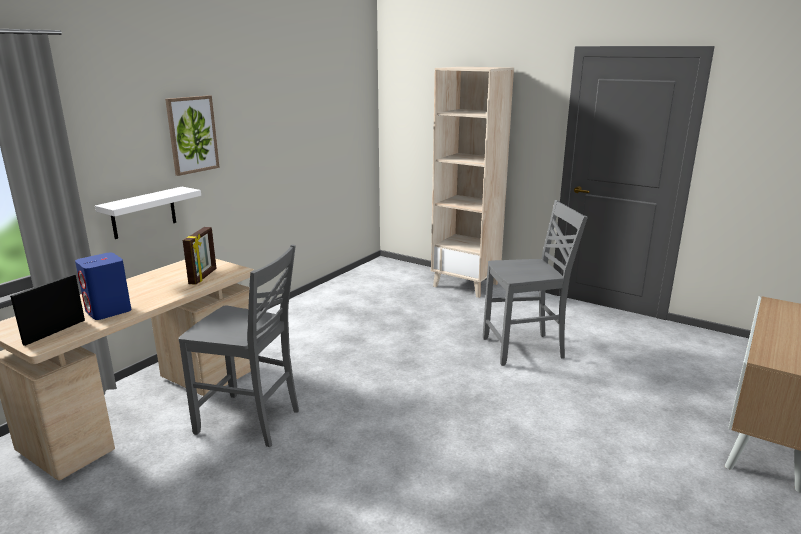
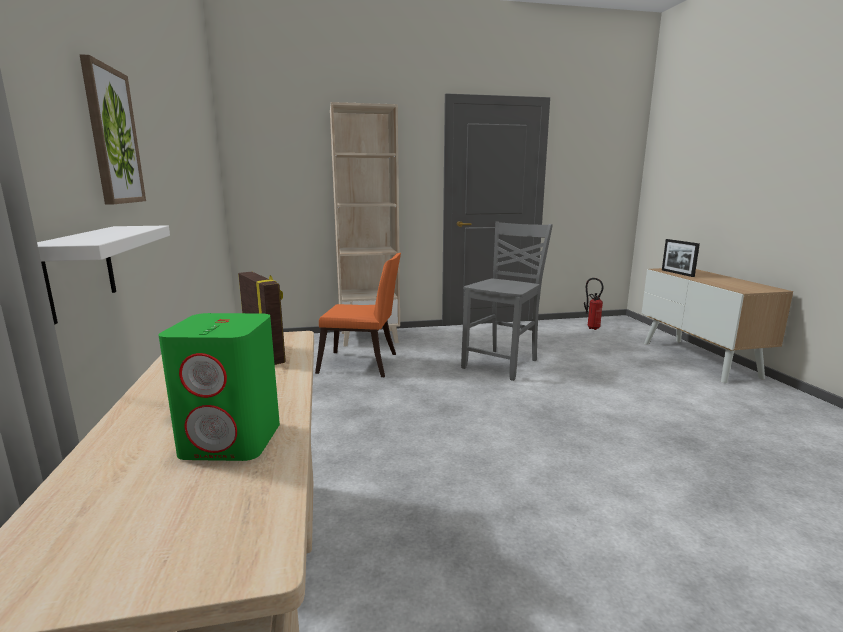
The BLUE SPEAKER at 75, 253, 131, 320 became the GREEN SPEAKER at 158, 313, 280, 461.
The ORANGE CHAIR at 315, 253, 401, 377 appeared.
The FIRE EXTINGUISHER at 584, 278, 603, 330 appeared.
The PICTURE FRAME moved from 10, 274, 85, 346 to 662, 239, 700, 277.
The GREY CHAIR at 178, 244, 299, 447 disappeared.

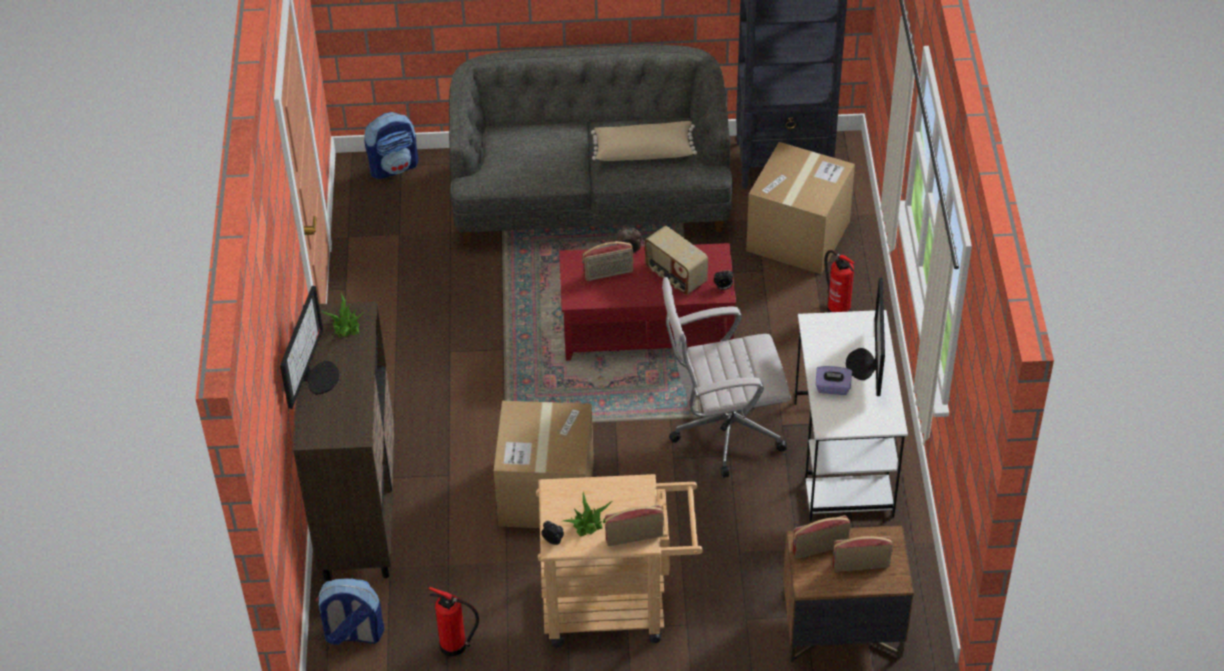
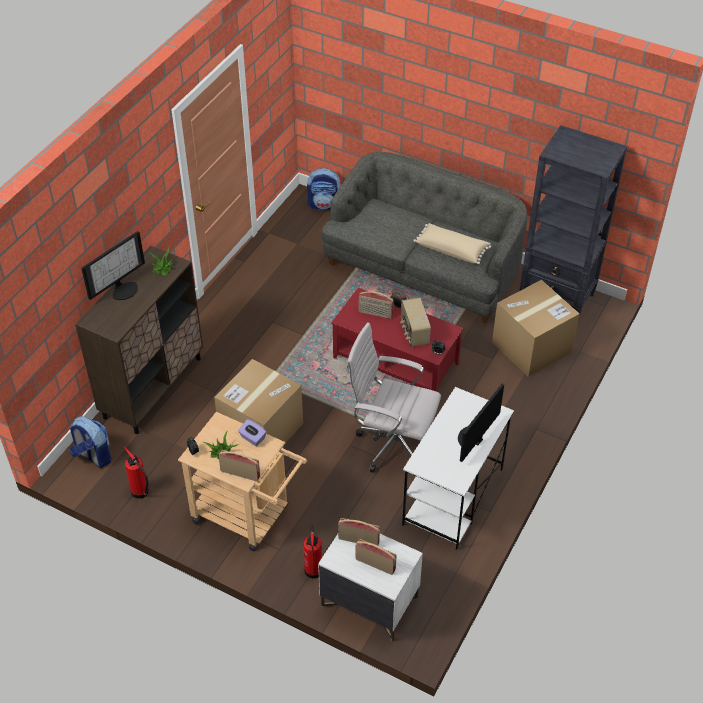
The PURPLE TISSUE BOX moved from 816, 366, 852, 395 to 238, 419, 267, 446.
The FIRE EXTINGUISHER moved from 824, 250, 855, 312 to 303, 525, 322, 578.
The BROWN NIGHTSTAND at 782, 525, 914, 663 became the WHITE NIGHTSTAND at 318, 534, 423, 641.

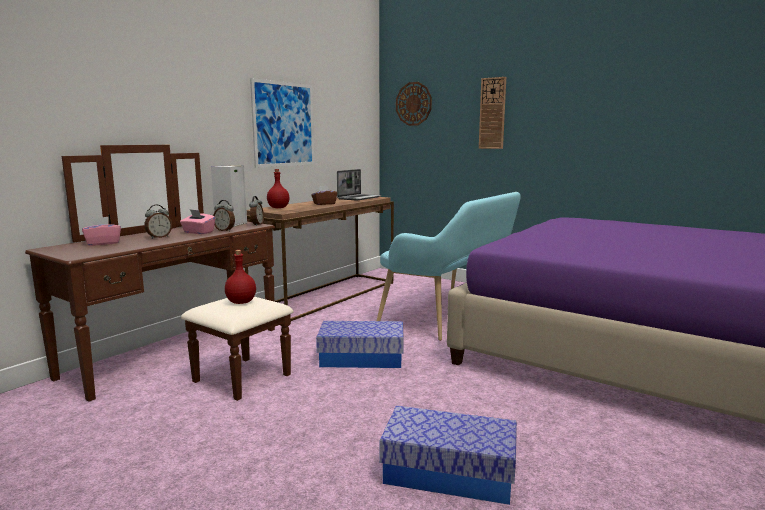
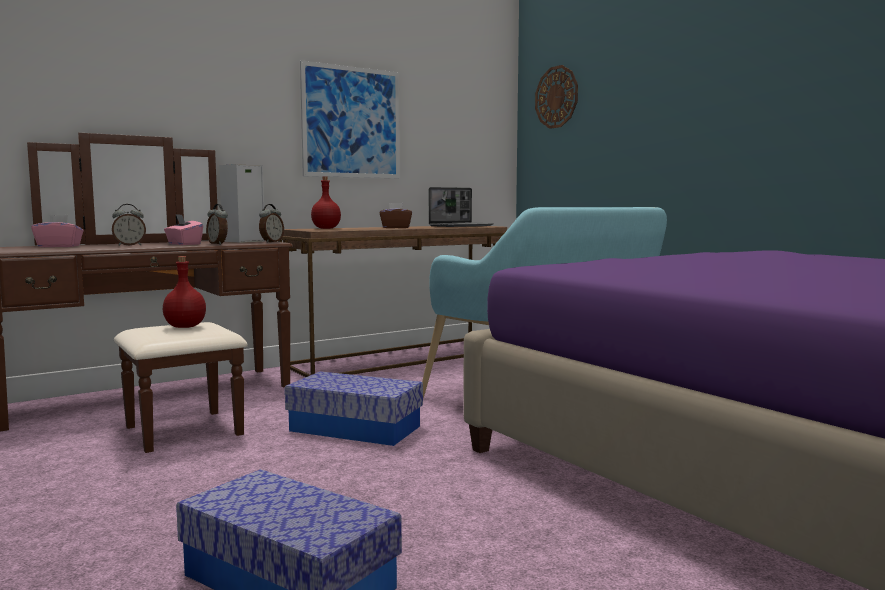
The WALL CLOCK at 479, 77, 506, 149 disappeared.

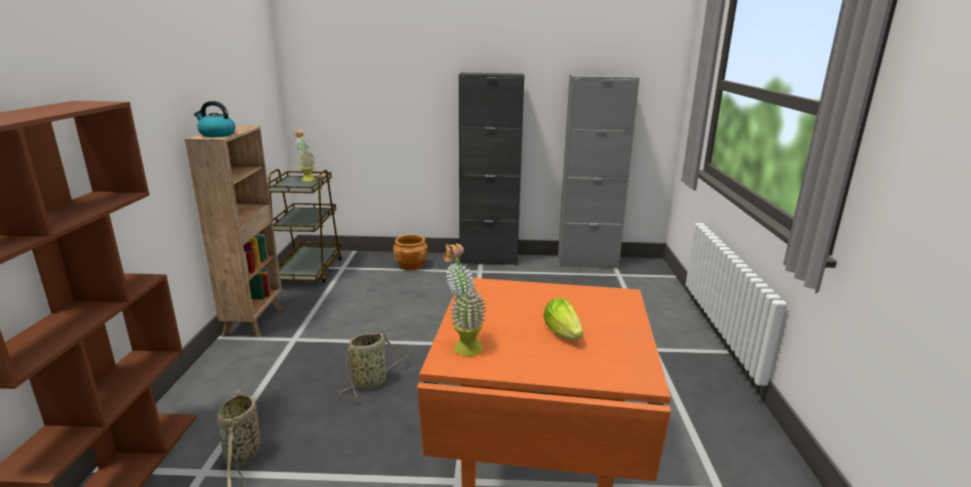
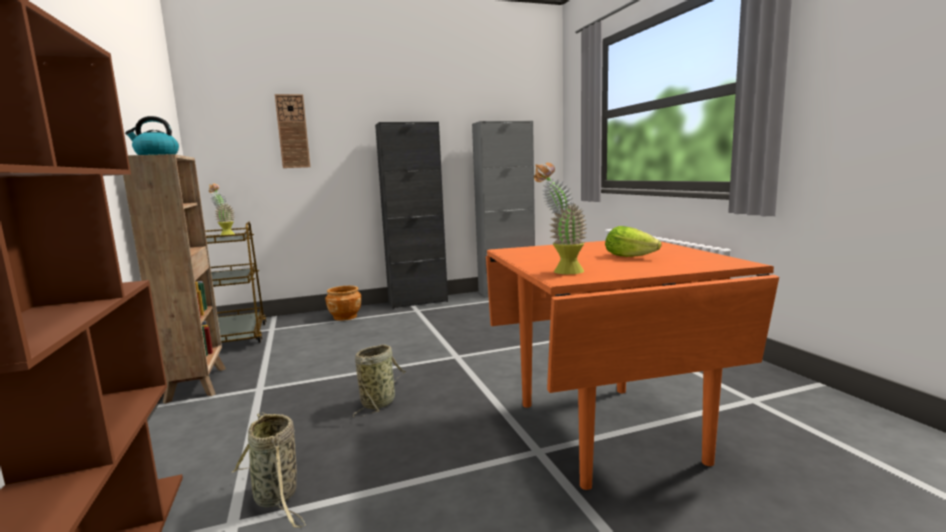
The WALL CLOCK at 275, 94, 310, 168 appeared.

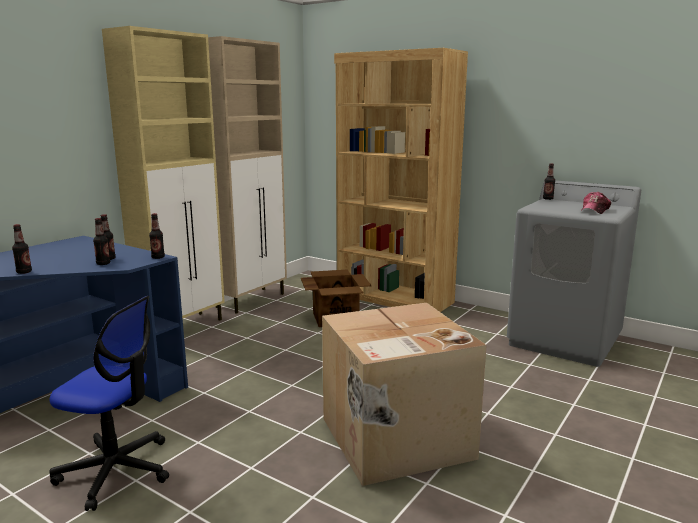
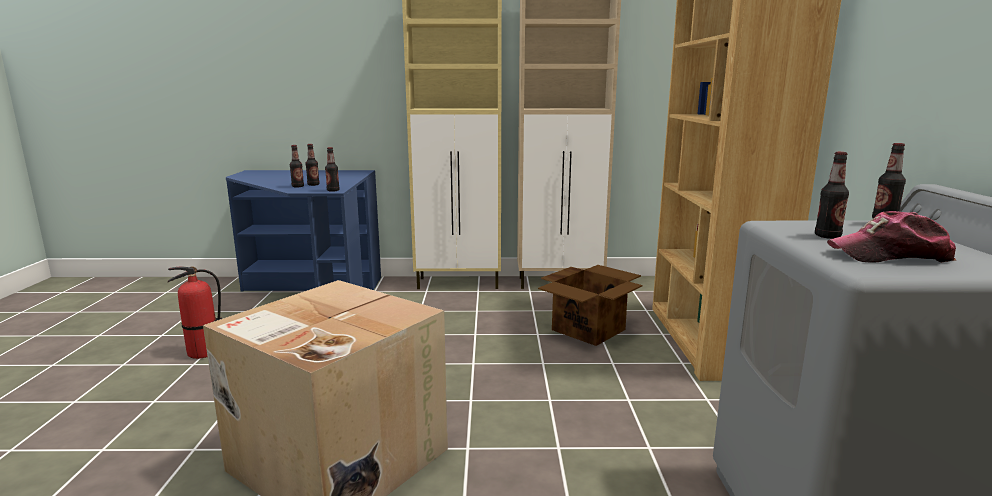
The OFFICE CHAIR at 50, 296, 169, 511 was replaced by the FIRE EXTINGUISHER at 168, 266, 222, 359.
The BOTTLE moved from 12, 224, 32, 274 to 815, 152, 849, 239.

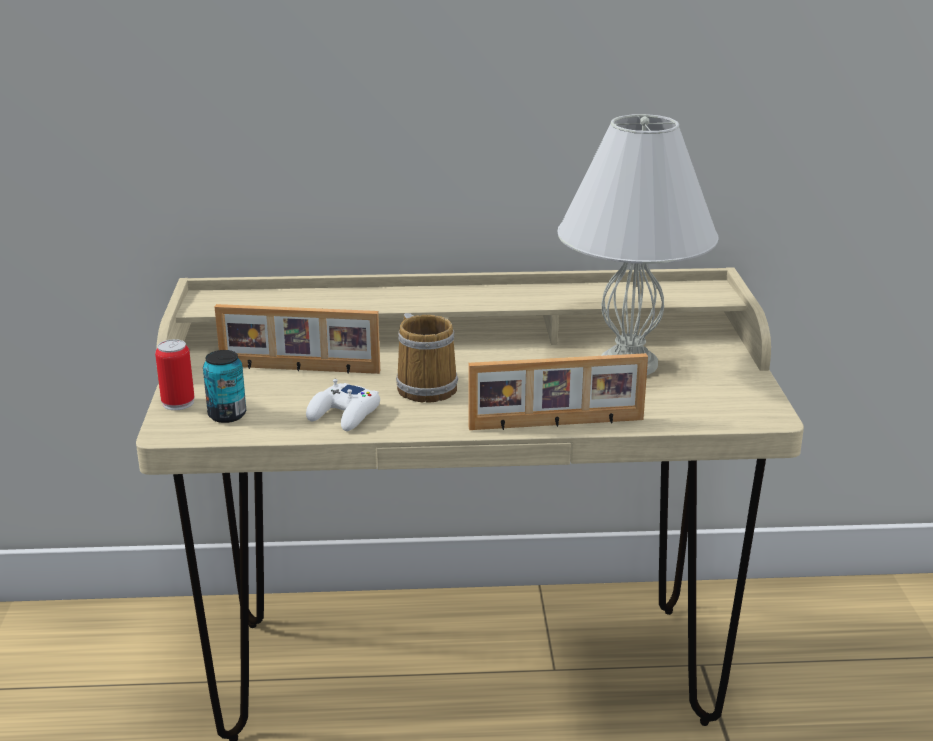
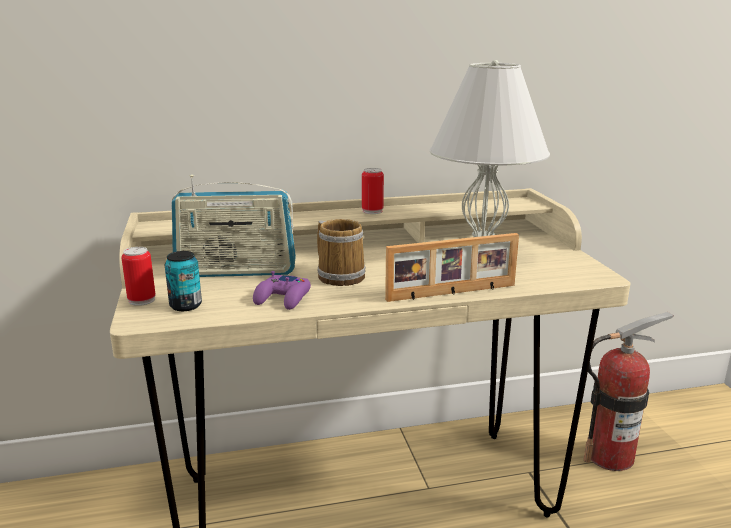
The PICTURE FRAME at 215, 304, 380, 374 was replaced by the RADIO at 171, 174, 296, 277.
The WHITE GAME CONTROLLER at 306, 379, 380, 431 became the PURPLE GAME CONTROLLER at 253, 271, 311, 310.
The CAN at 362, 168, 384, 214 appeared.
The FIRE EXTINGUISHER at 584, 312, 674, 471 appeared.

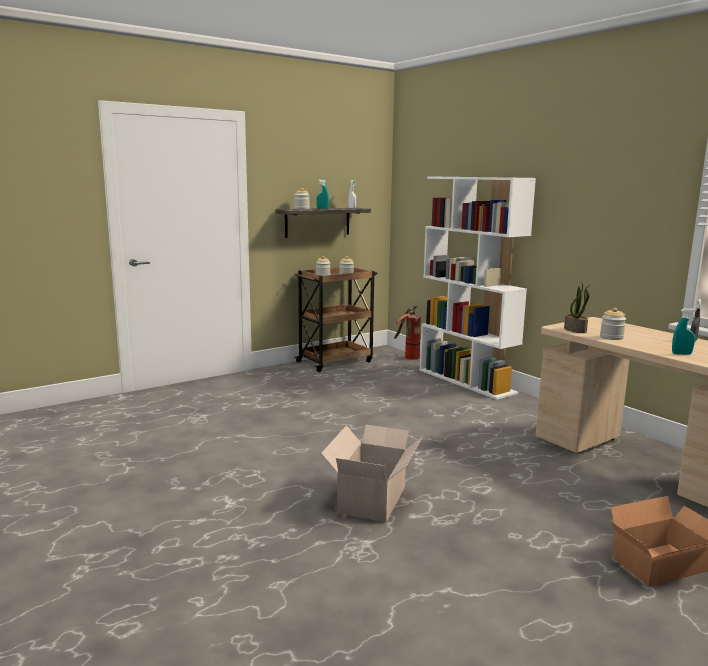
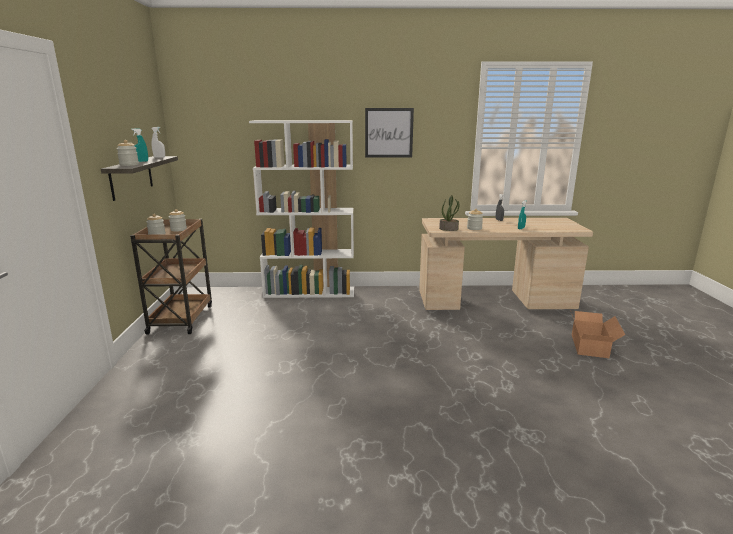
The PICTURE at 365, 108, 414, 158 appeared.
The CARDBOARD BOX at 321, 425, 423, 522 disappeared.
The FIRE EXTINGUISHER at 394, 306, 421, 360 disappeared.

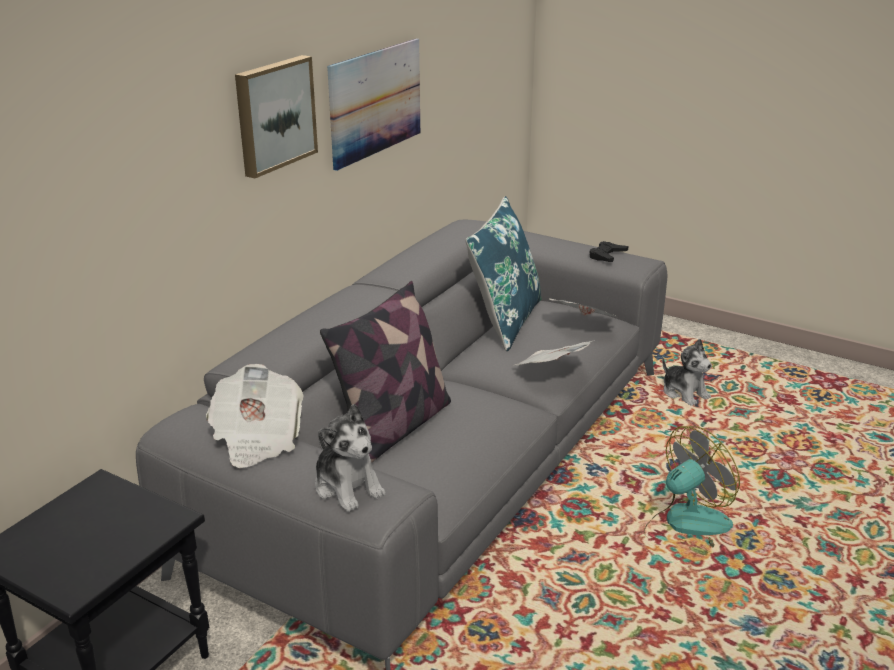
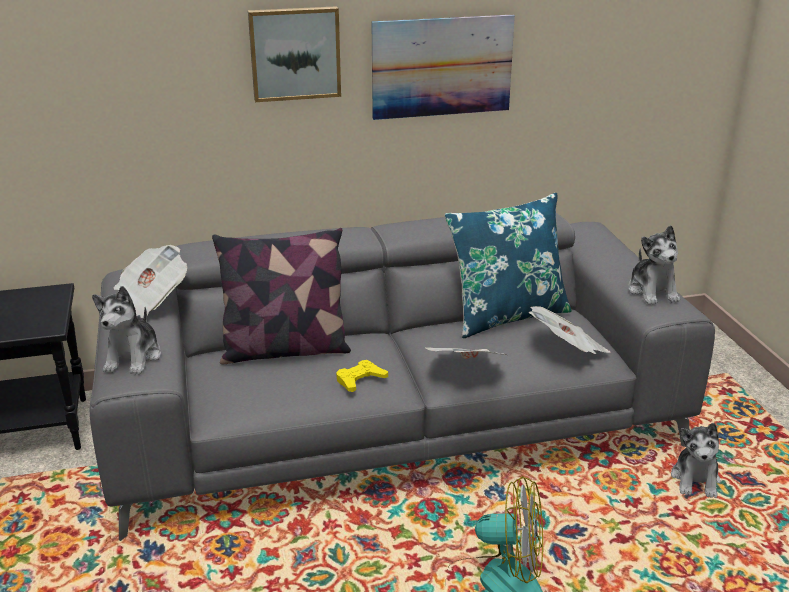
The YELLOW GAME CONTROLLER at 336, 360, 388, 392 appeared.
The BLACK GAME CONTROLLER at 589, 241, 628, 262 was replaced by the PLUSH TOY at 628, 225, 680, 305.

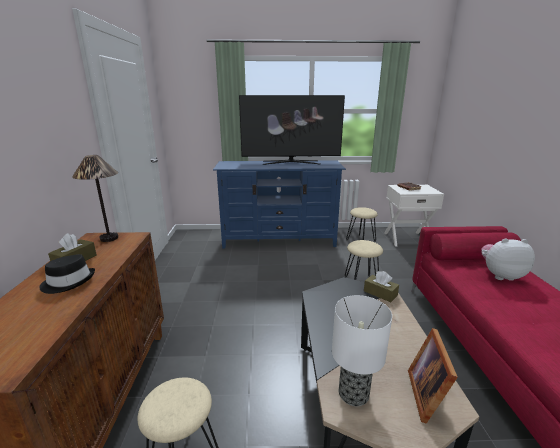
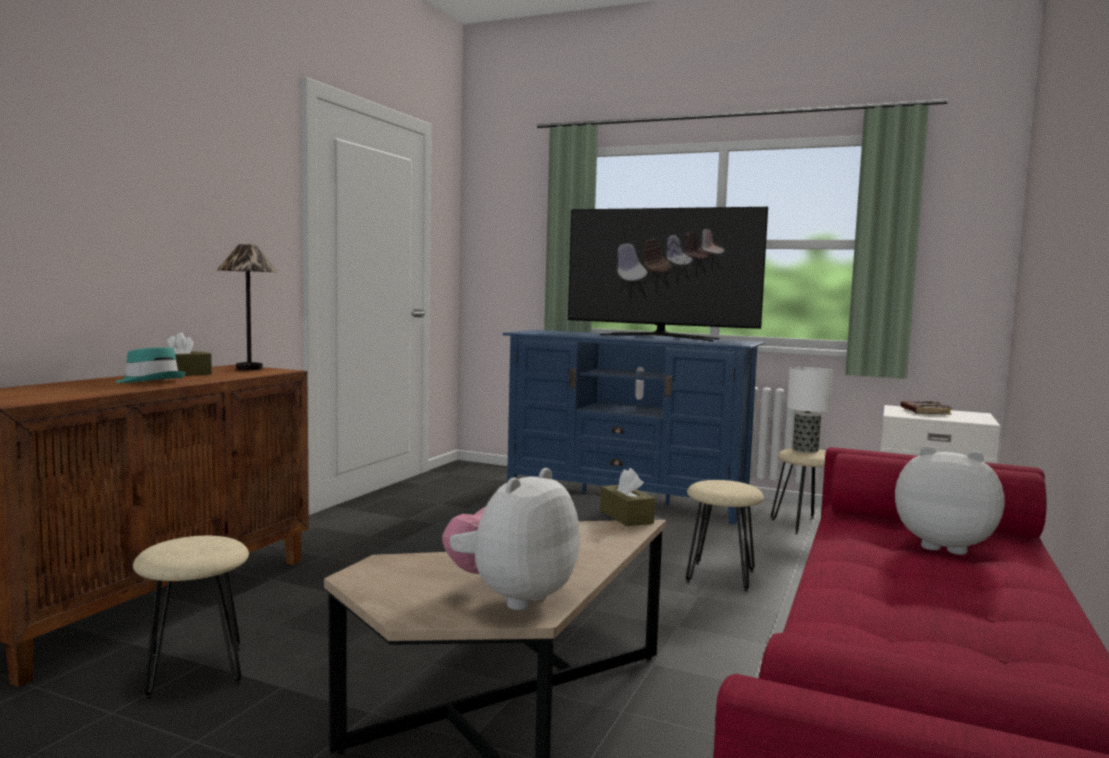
The BLACK HAT at 39, 254, 95, 294 became the TURQUOISE HAT at 115, 347, 186, 383.
The PICTURE FRAME at 408, 328, 458, 424 was replaced by the PLUSH TOY at 442, 468, 580, 610.
The TABLE LAMP moved from 332, 295, 392, 406 to 787, 367, 833, 453.

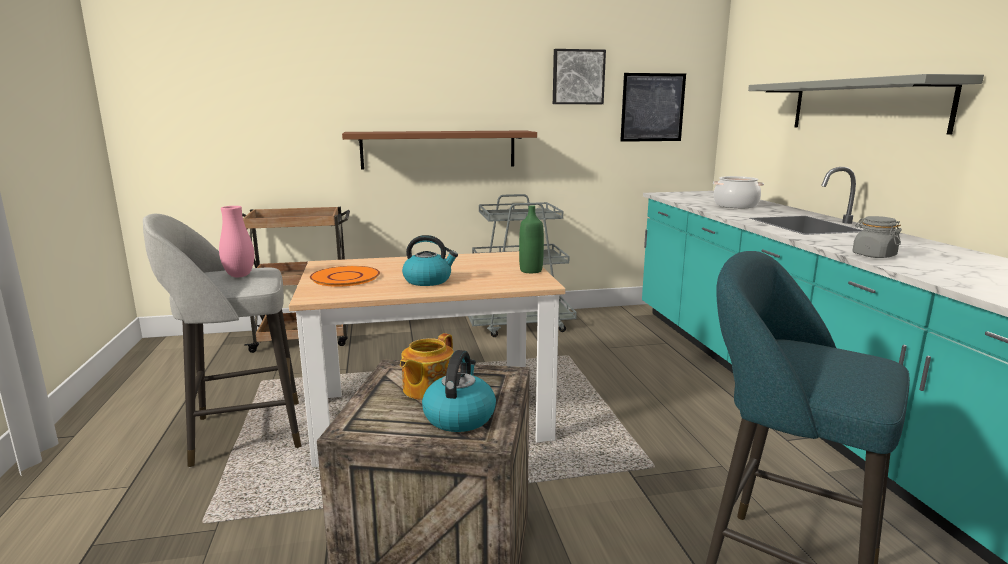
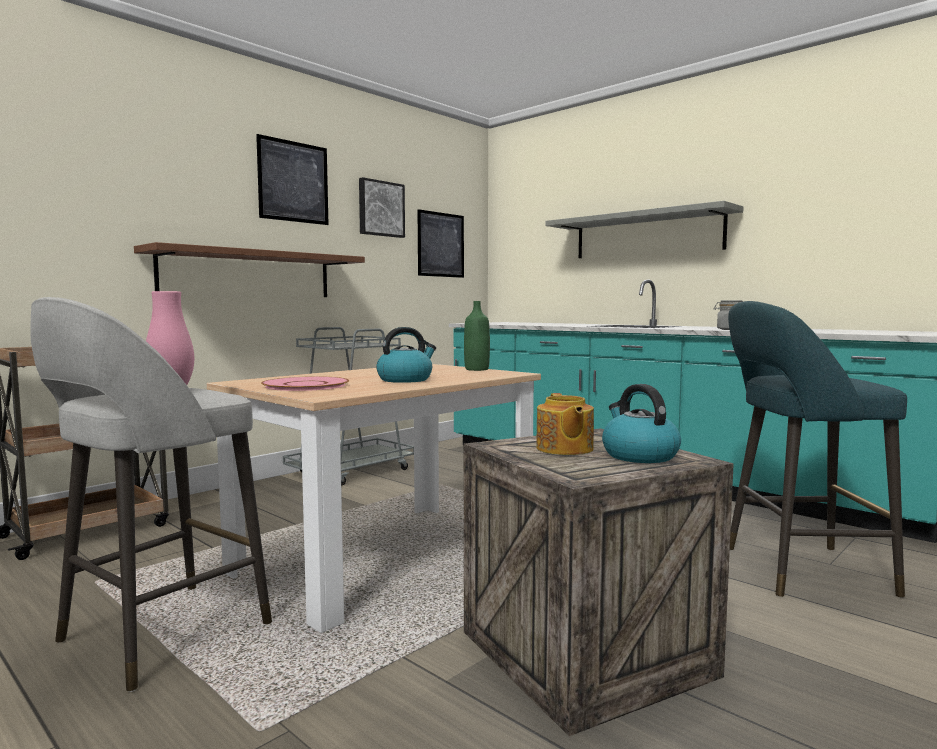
The PICTURE at 256, 134, 329, 225 appeared.
The ORANGE PLATE at 310, 266, 380, 287 became the PINK PLATE at 261, 376, 349, 391.
The COOKING POT at 713, 176, 764, 208 disappeared.

